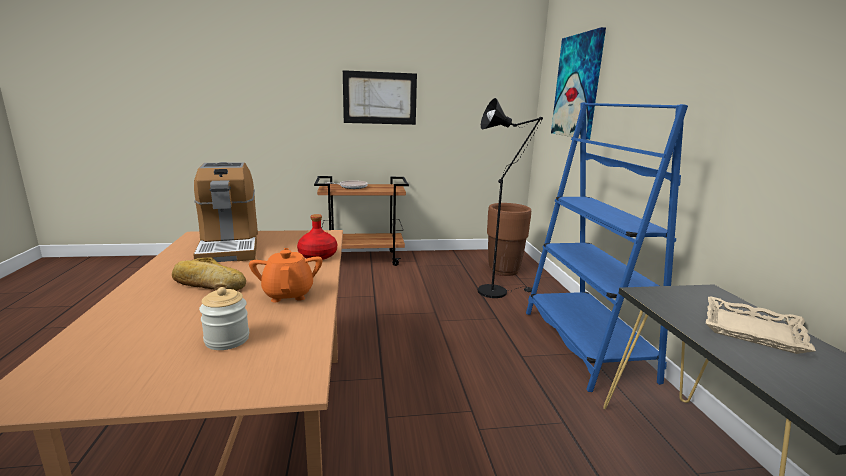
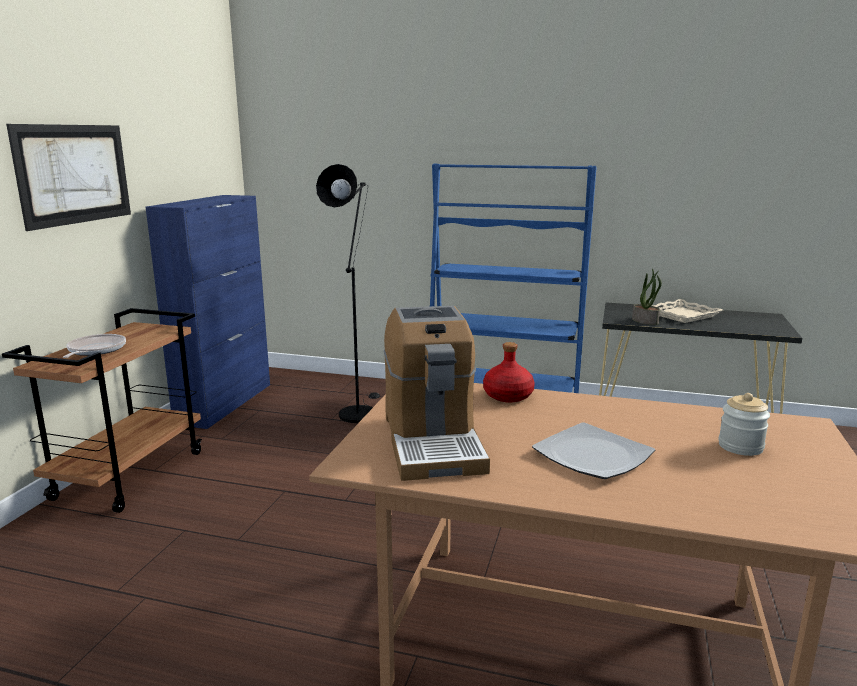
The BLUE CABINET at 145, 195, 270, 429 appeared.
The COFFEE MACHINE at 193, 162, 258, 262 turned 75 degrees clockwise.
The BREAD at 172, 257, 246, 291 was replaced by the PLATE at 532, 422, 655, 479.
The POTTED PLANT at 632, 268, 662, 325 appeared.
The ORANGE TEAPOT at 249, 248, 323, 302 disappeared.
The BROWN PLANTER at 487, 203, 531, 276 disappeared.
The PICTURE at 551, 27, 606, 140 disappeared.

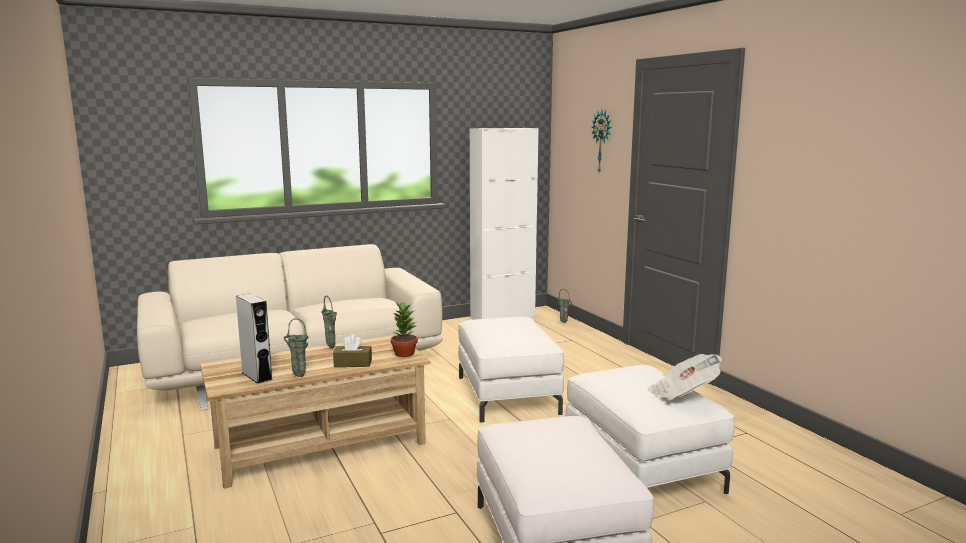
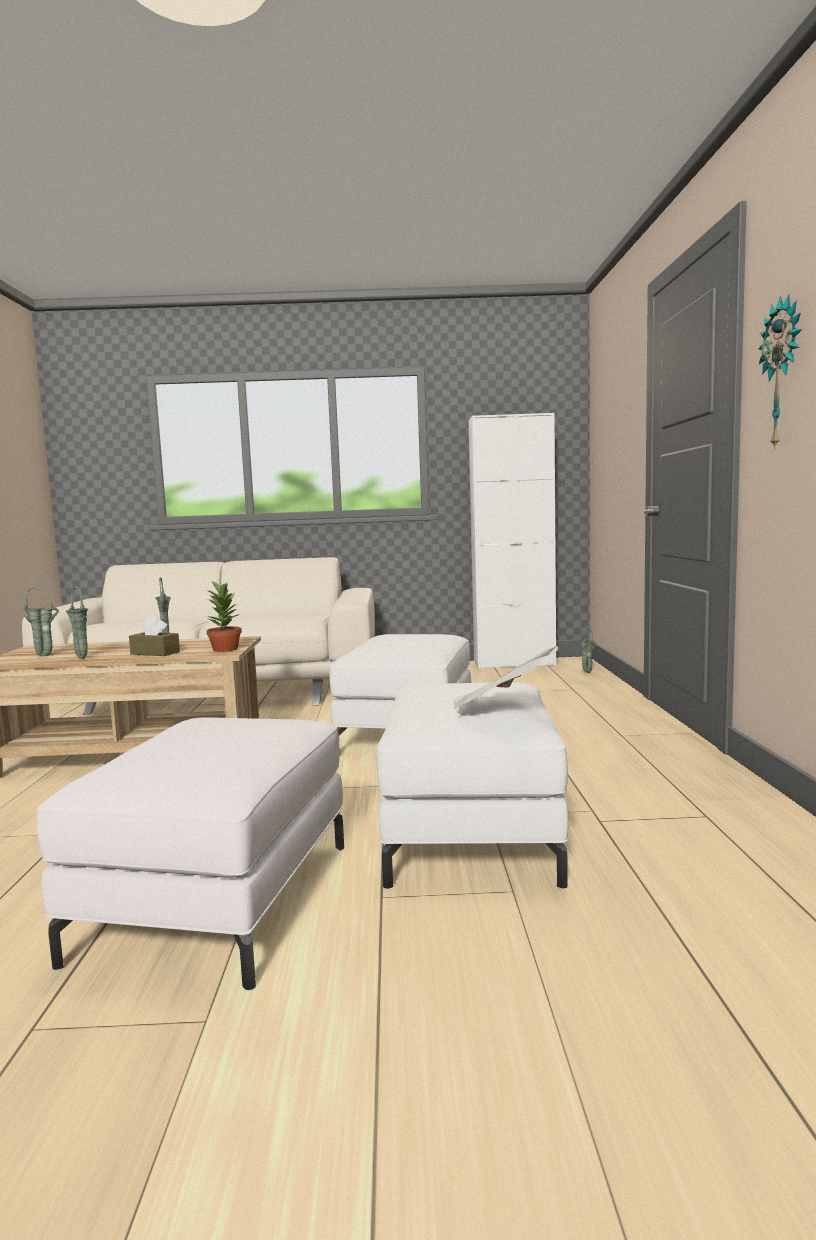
The GREY SPEAKER at 236, 293, 272, 384 was replaced by the GREEN VASE at 24, 586, 59, 656.
The WALL CLOCK moved from 591, 110, 612, 173 to 758, 295, 802, 450.

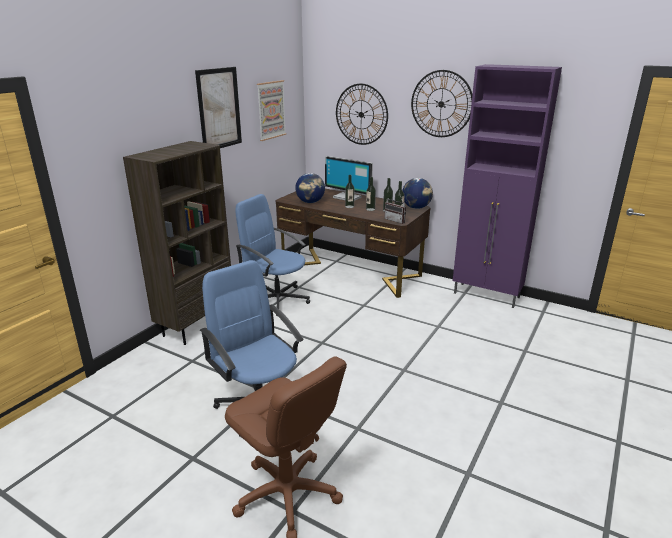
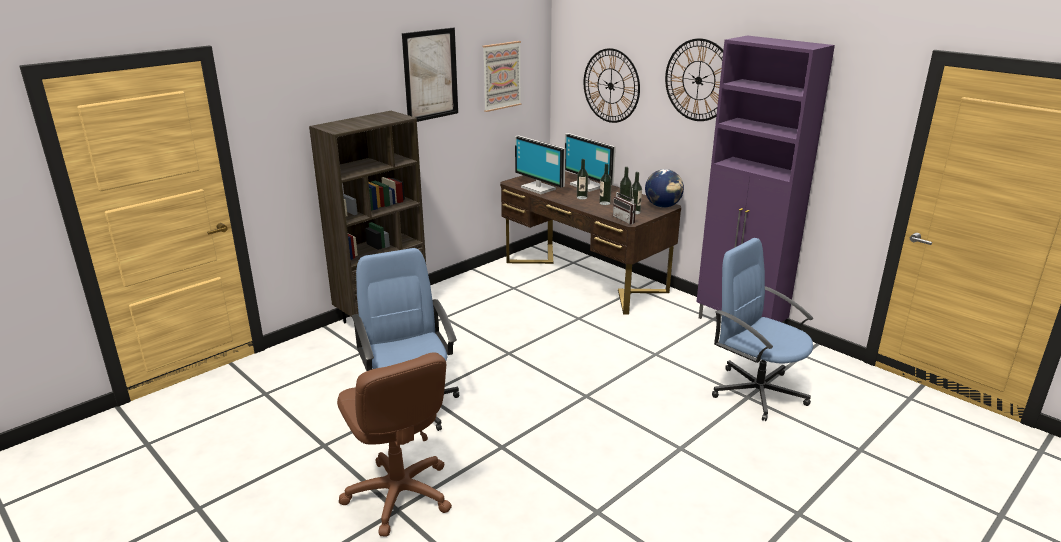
The GLOBE at 295, 173, 325, 203 was replaced by the MONITOR at 515, 135, 566, 194.
The BLUE OFFICE CHAIR moved from 235, 194, 310, 316 to 712, 238, 813, 421.

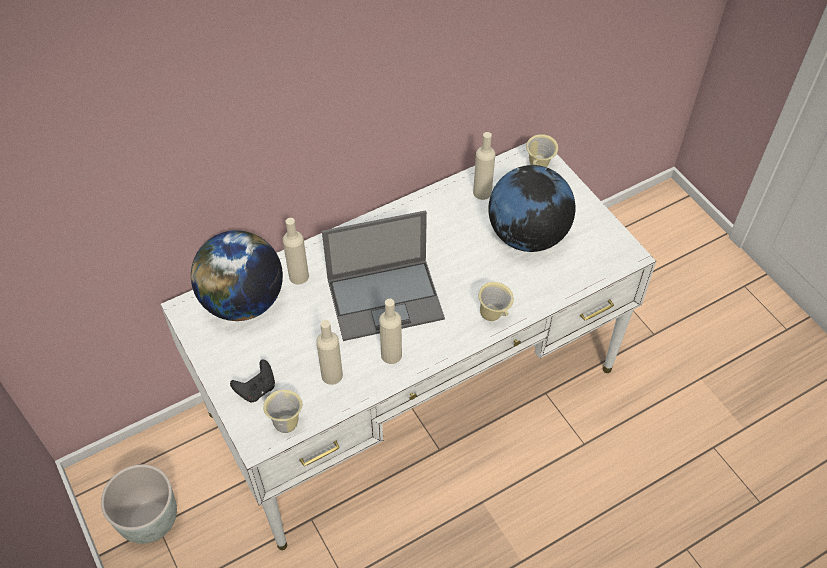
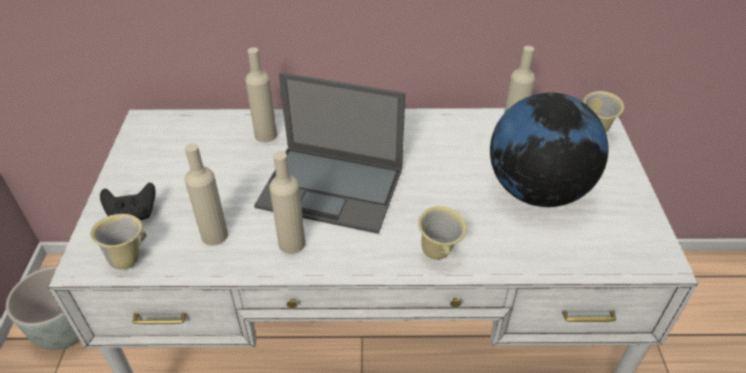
The GLOBE at 191, 230, 283, 321 disappeared.

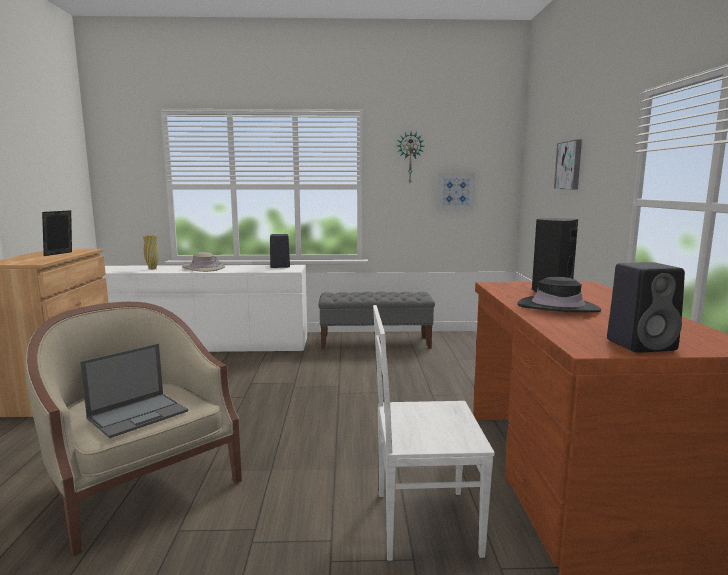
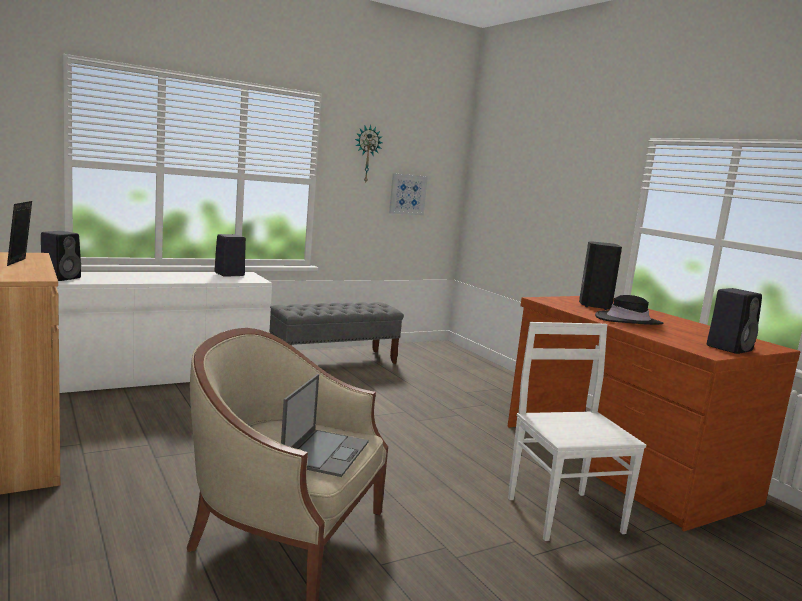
The YELLOW VASE at 143, 235, 159, 270 was replaced by the BLACK SPEAKER at 41, 231, 81, 281.
The WHITE CHAIR at 373, 305, 495, 561 turned 105 degrees clockwise.
The BEIGE HAT at 182, 252, 225, 272 disappeared.
The PICTURE at 554, 139, 582, 189 disappeared.

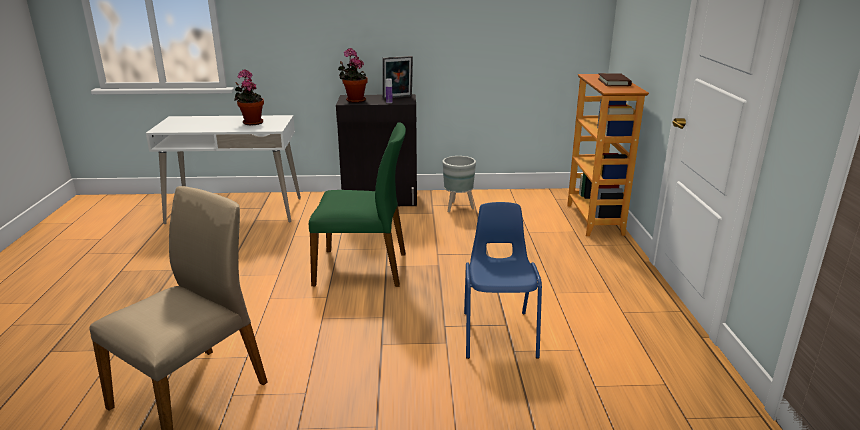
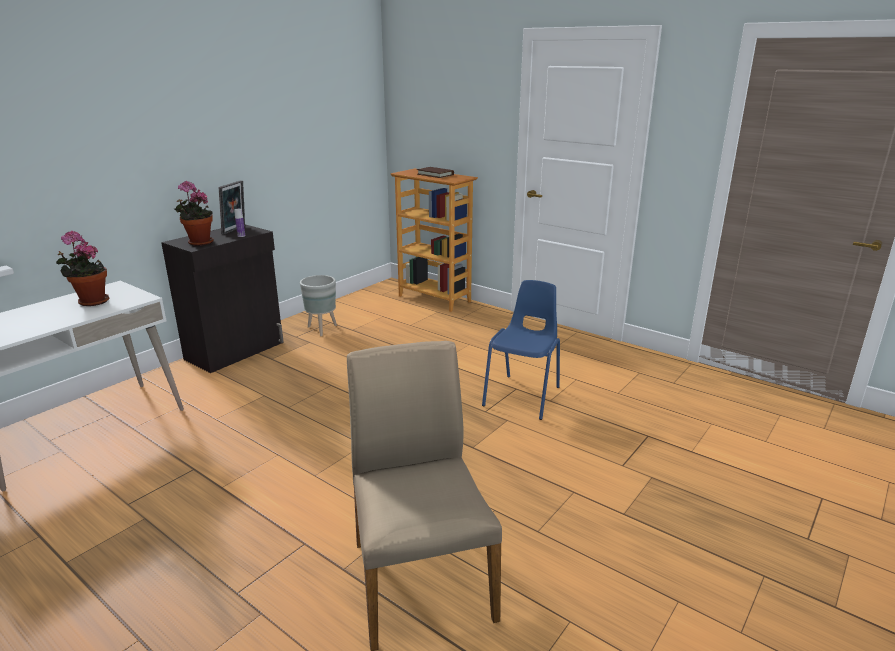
The BLUE CHAIR at 464, 202, 542, 359 turned 75 degrees clockwise.
The GREEN CHAIR at 309, 122, 406, 287 disappeared.

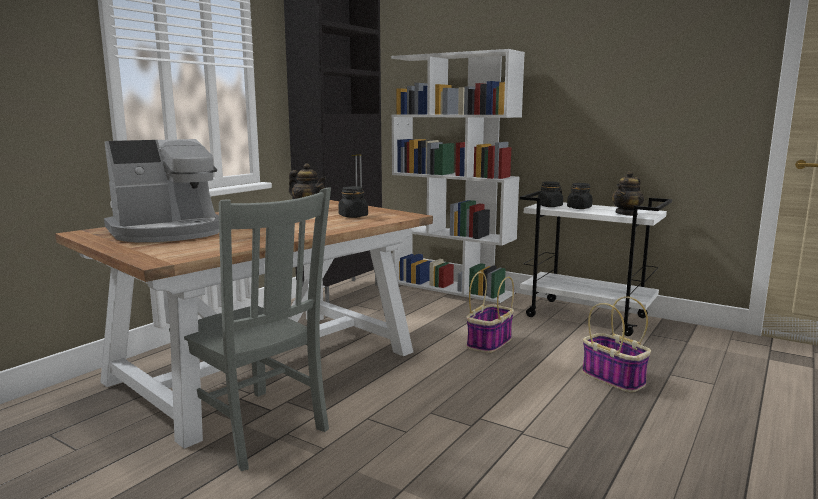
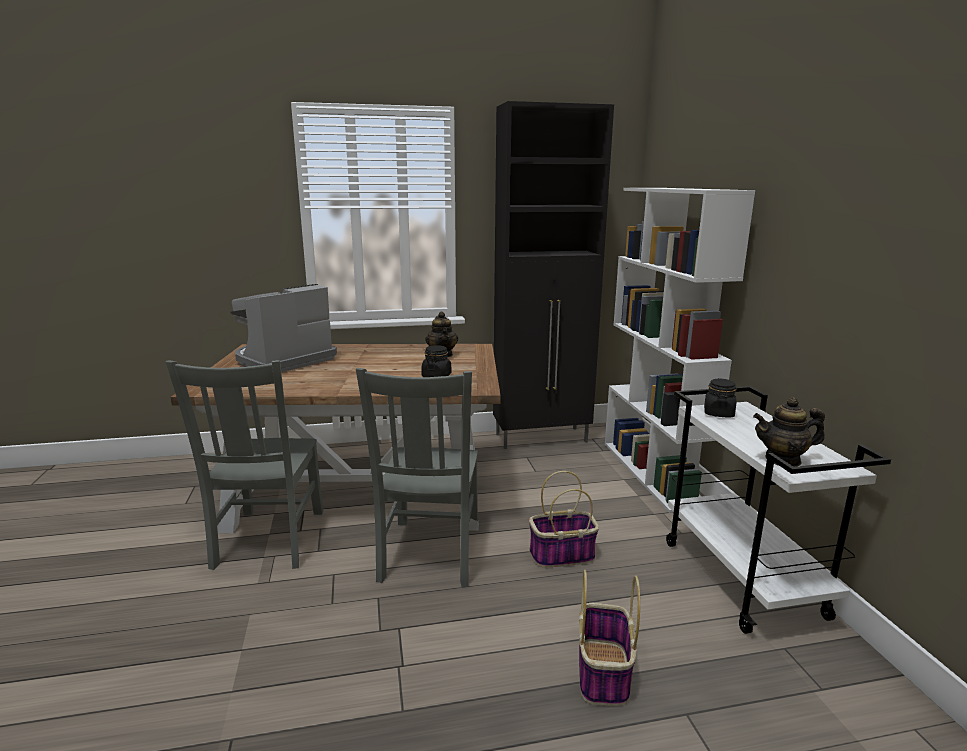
The COFFEE MACHINE at 104, 139, 219, 242 turned 120 degrees clockwise.
The GREY CHAIR at 356, 368, 478, 588 appeared.
The BLACK JAR at 567, 183, 592, 209 disappeared.

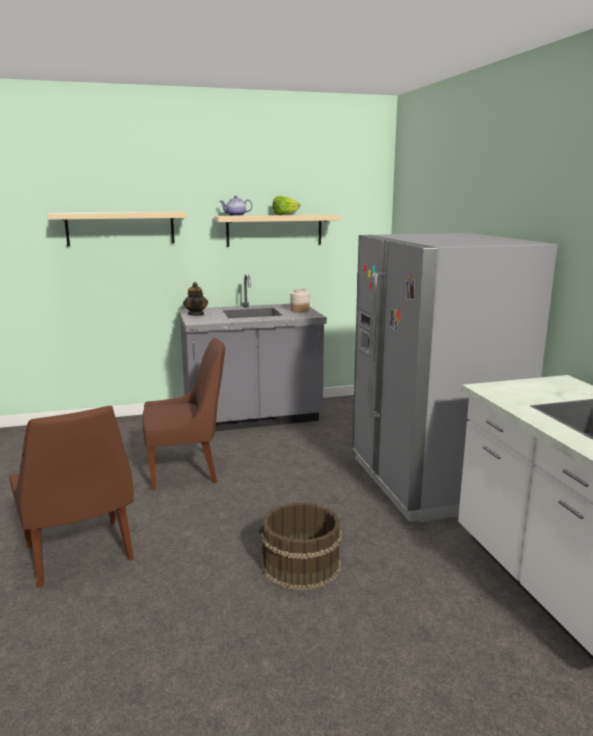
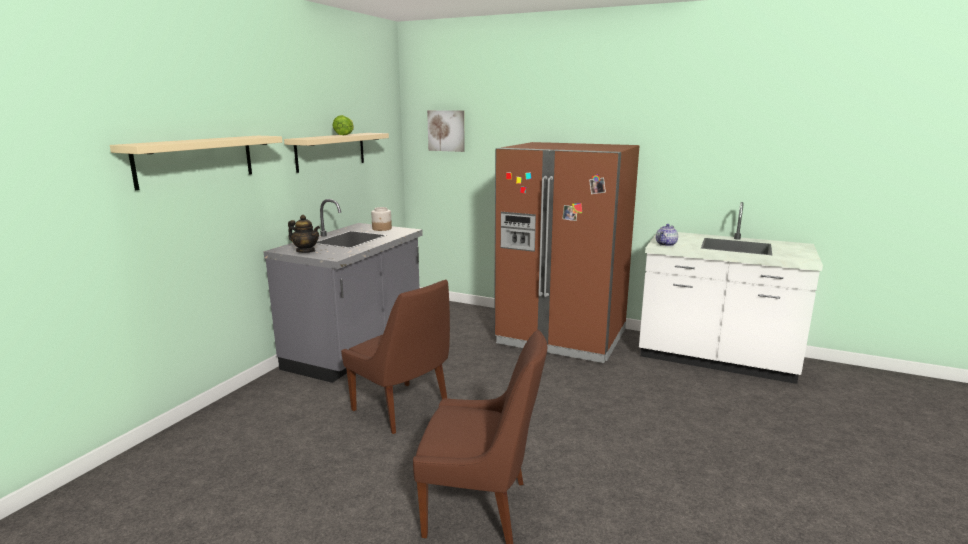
The BROWN CHAIR at 142, 338, 225, 490 turned 105 degrees clockwise.
The PICTURE at 427, 110, 465, 152 appeared.
The GREY FRIDGE at 353, 233, 557, 522 became the BROWN FRIDGE at 494, 142, 639, 363.
The TEAPOT moved from 220, 196, 252, 216 to 656, 224, 678, 246.
The BROWN BUCKET at 259, 502, 342, 590 disappeared.

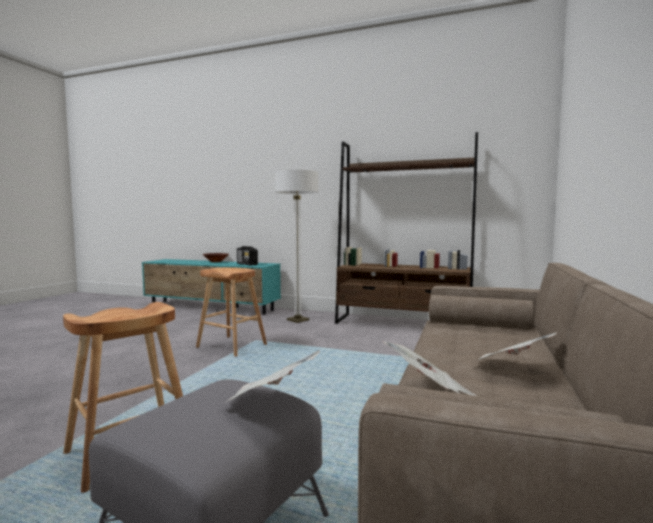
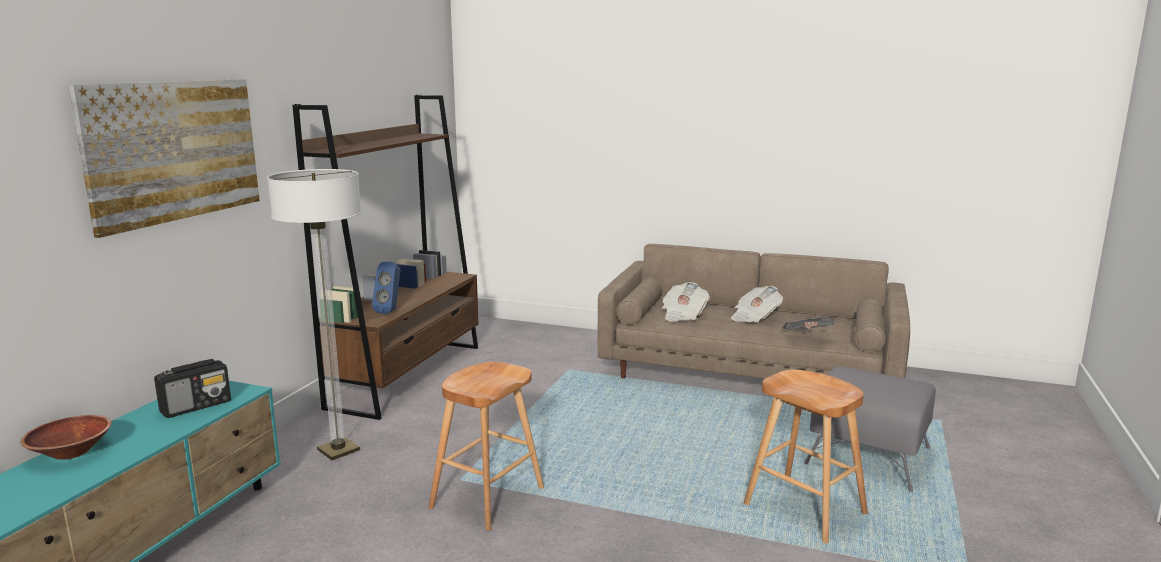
The PICTURE at 68, 79, 260, 238 appeared.
The BLUE SPEAKER at 372, 262, 400, 314 appeared.
The NEWSPAPER moved from 224, 350, 320, 403 to 662, 282, 710, 322.

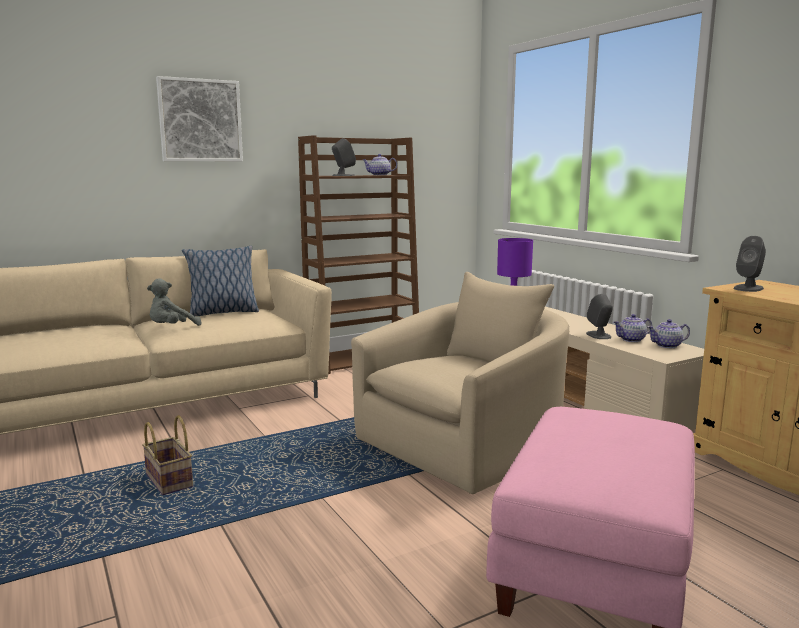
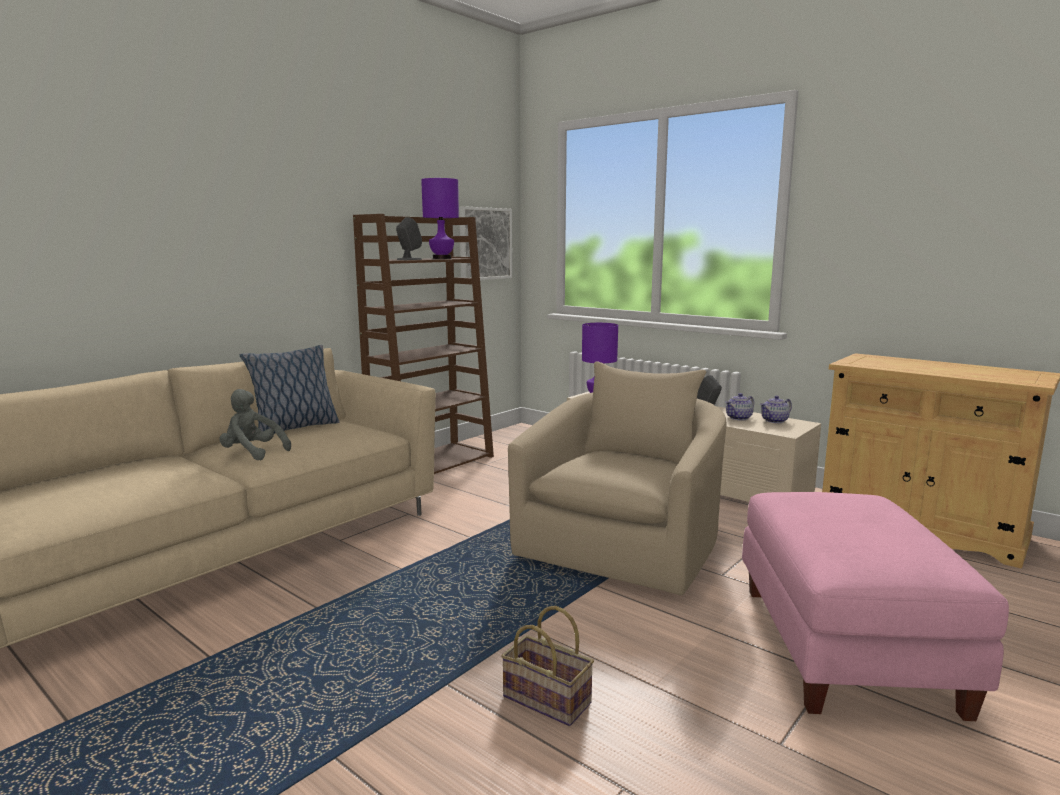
The GREY PLUSH TOY at 147, 278, 201, 326 turned 90 degrees clockwise.
The TEAPOT at 363, 154, 397, 175 was replaced by the PURPLE TABLE LAMP at 421, 178, 459, 259.
The PICTURE moved from 156, 76, 243, 161 to 459, 206, 512, 280.
The BASKET moved from 142, 415, 193, 495 to 501, 606, 594, 726.
The GREY SPEAKER at 734, 236, 766, 292 disappeared.

